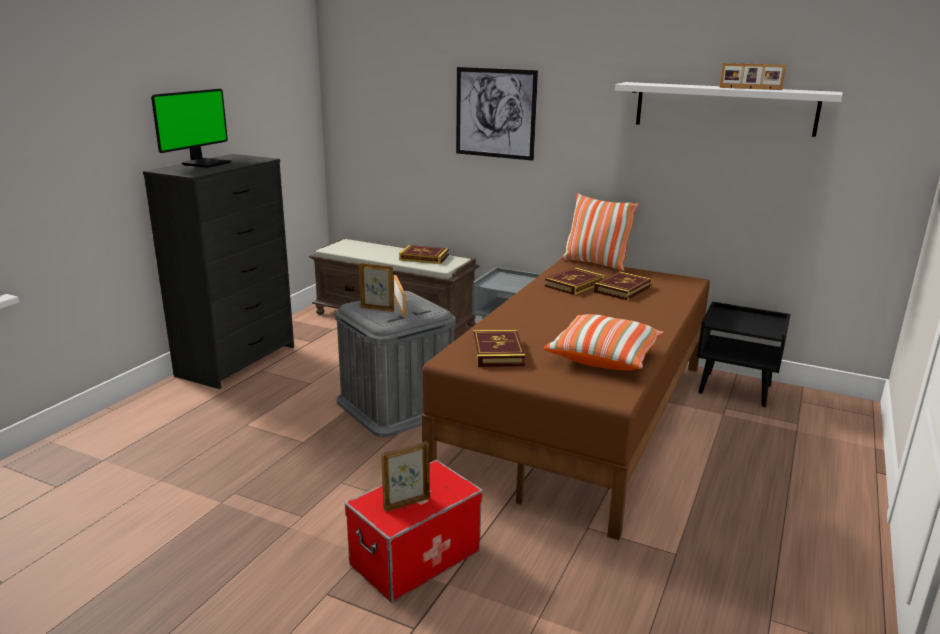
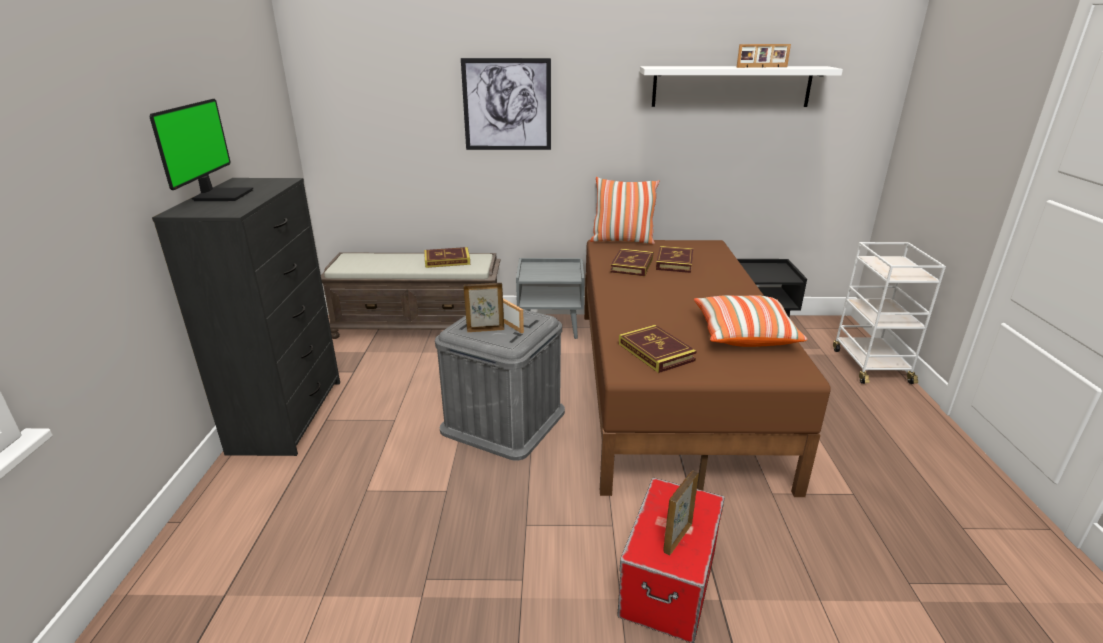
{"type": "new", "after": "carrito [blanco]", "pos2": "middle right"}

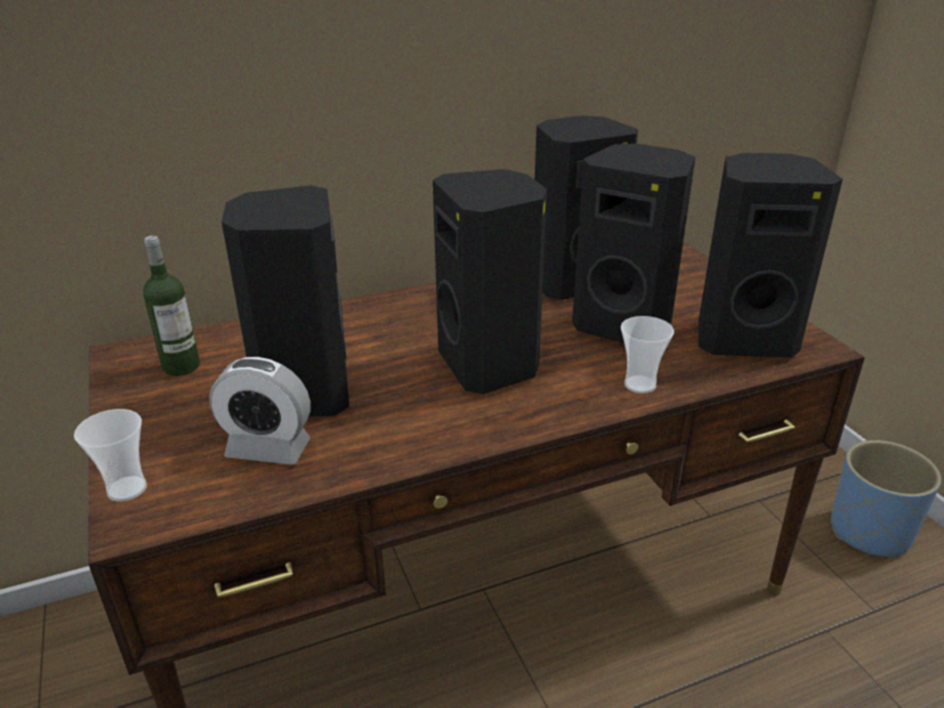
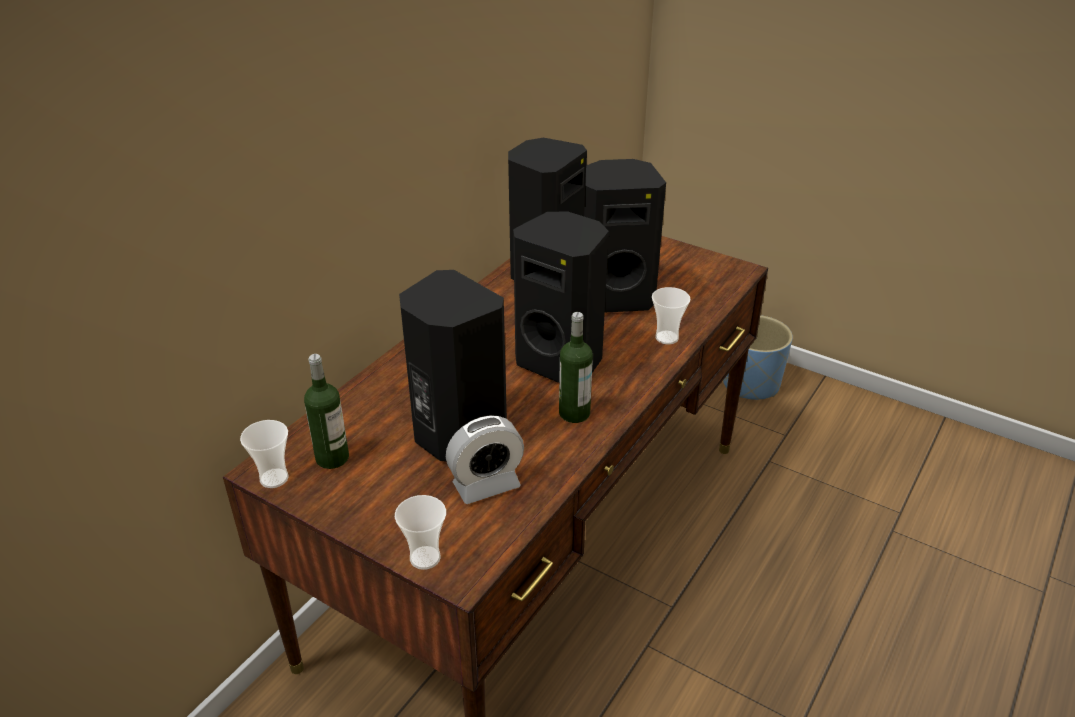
{"type": "gone", "before": "altavoz [negro] (no. 5 from left)", "pos1": "middle right"}
{"type": "new", "after": "taza (no. 1 from left)", "pos2": "middle left"}
{"type": "new", "after": "botella (no. 2 from left)", "pos2": "centre"}

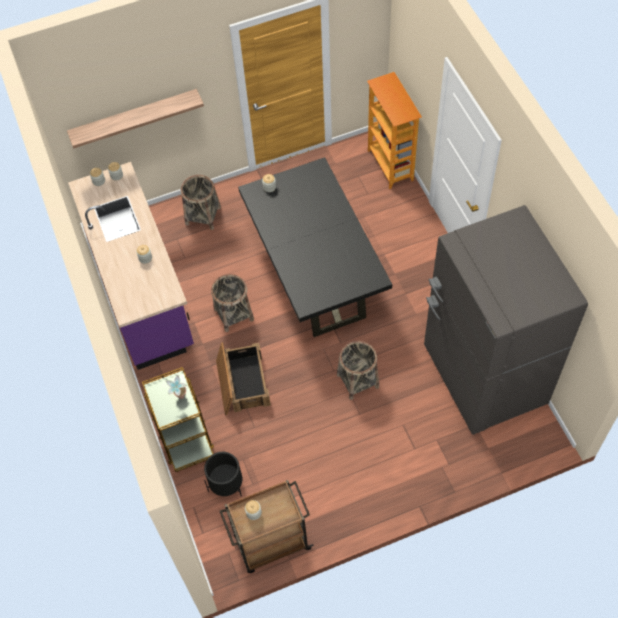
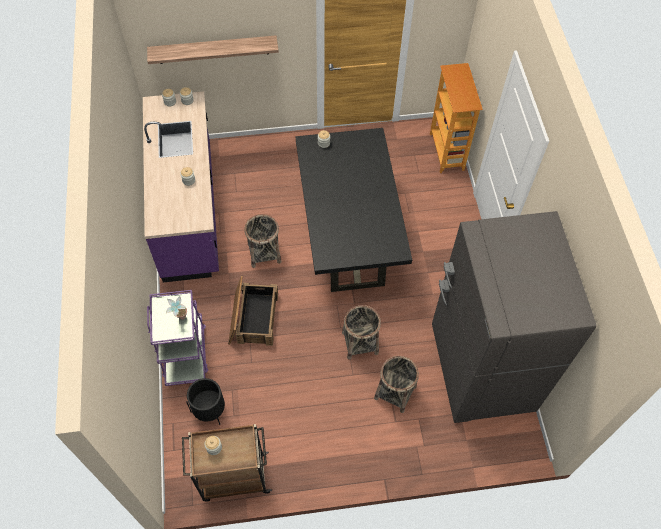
{"type": "repainted", "before": "carrito [marrón] (no. 1 from left)", "after": "carrito [morado]", "pos1": "bottom left", "pos2": "middle left"}
{"type": "shifted", "before": "cesta (no. 1 from left in the first image)", "after": "cesta (no. 3 from left)", "pos1": "top left", "pos2": "bottom centre"}

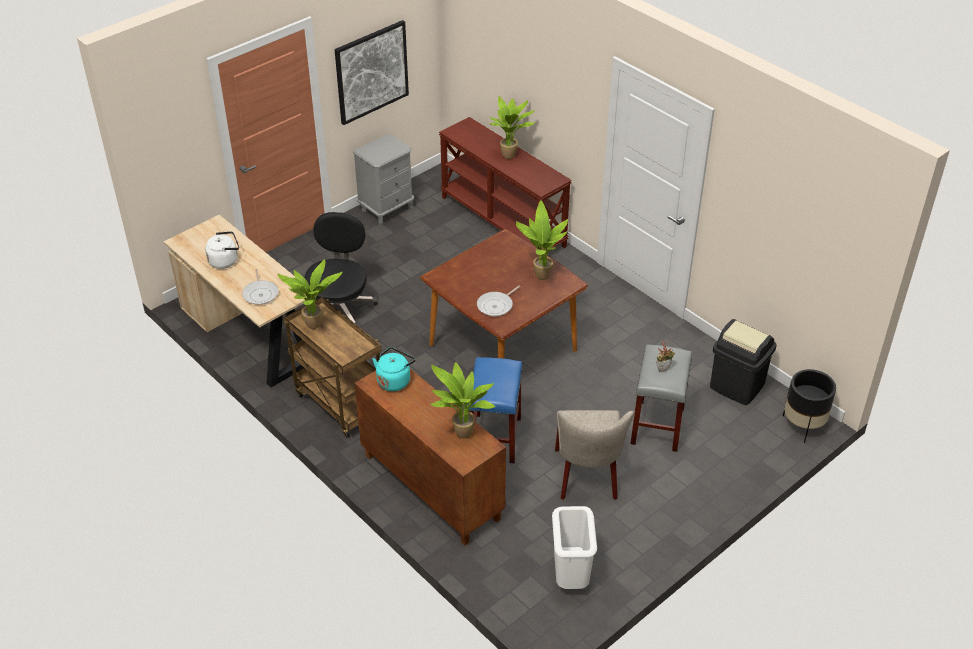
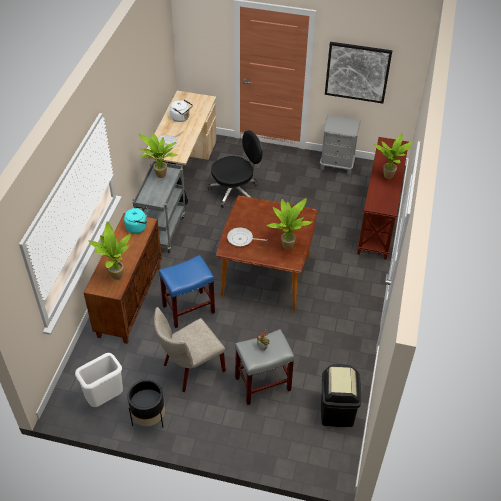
{"type": "repainted", "before": "carrito [marrón]", "after": "carrito [gris]", "pos1": "centre", "pos2": "middle left"}
{"type": "shifted", "before": "maceta [negro]", "pos1": "middle right", "pos2": "bottom left"}

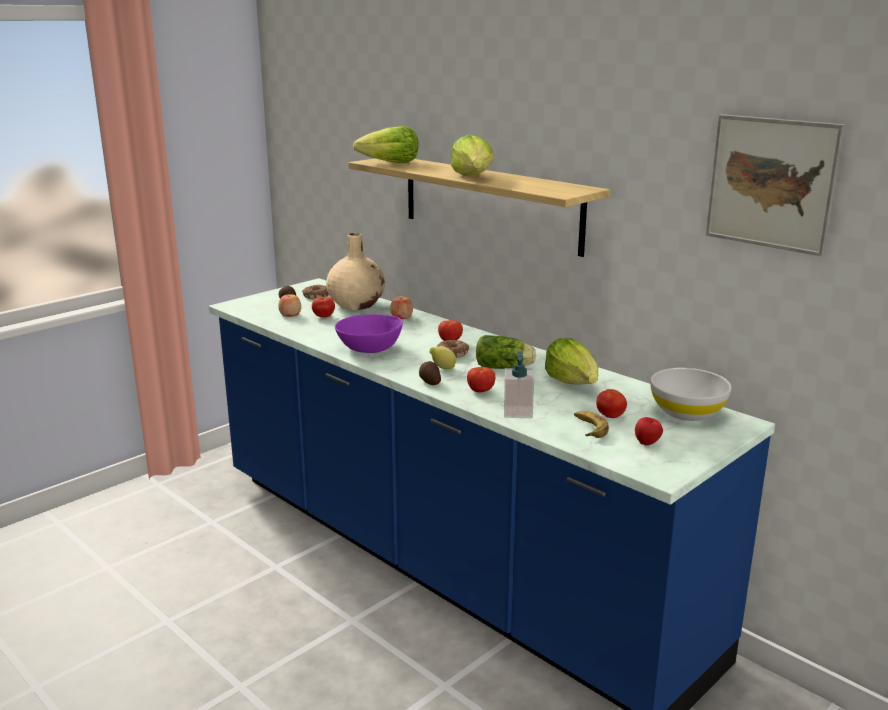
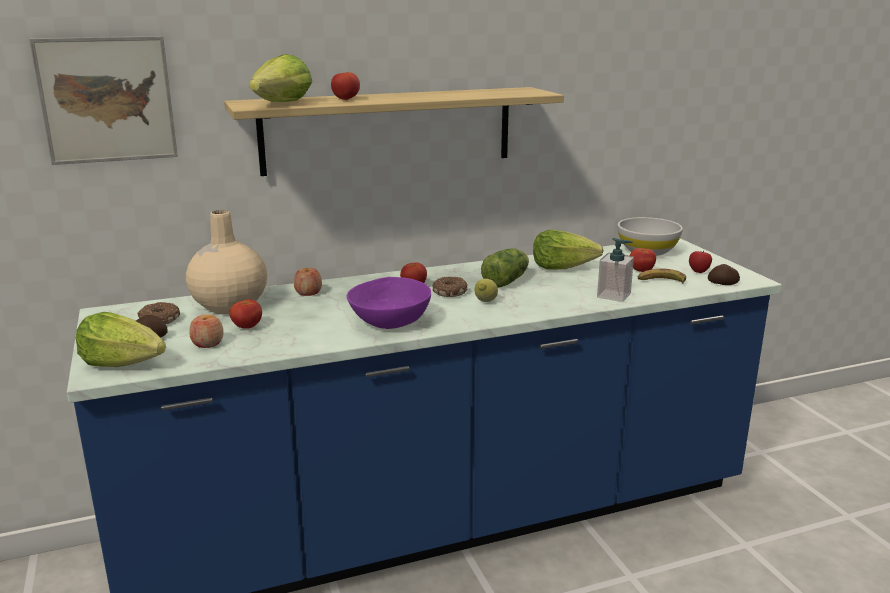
{"type": "shifted", "before": "patata (no. 2 from left)", "pos1": "centre", "pos2": "middle right"}
{"type": "shifted", "before": "lechuga (no. 2 from left in the first image)", "after": "lechuga (no. 1 from left)", "pos1": "top centre", "pos2": "middle left"}
{"type": "shifted", "before": "tomate (no. 3 from left in the first image)", "after": "tomate (no. 2 from left)", "pos1": "centre", "pos2": "top centre"}
{"type": "shifted", "before": "cuadro", "pos1": "top right", "pos2": "top left"}

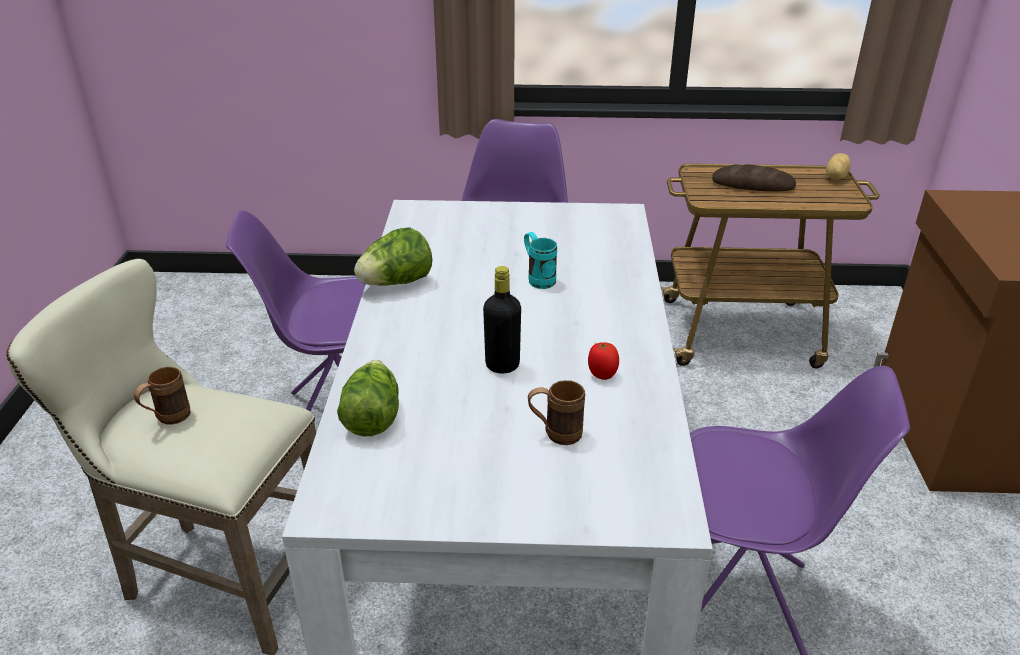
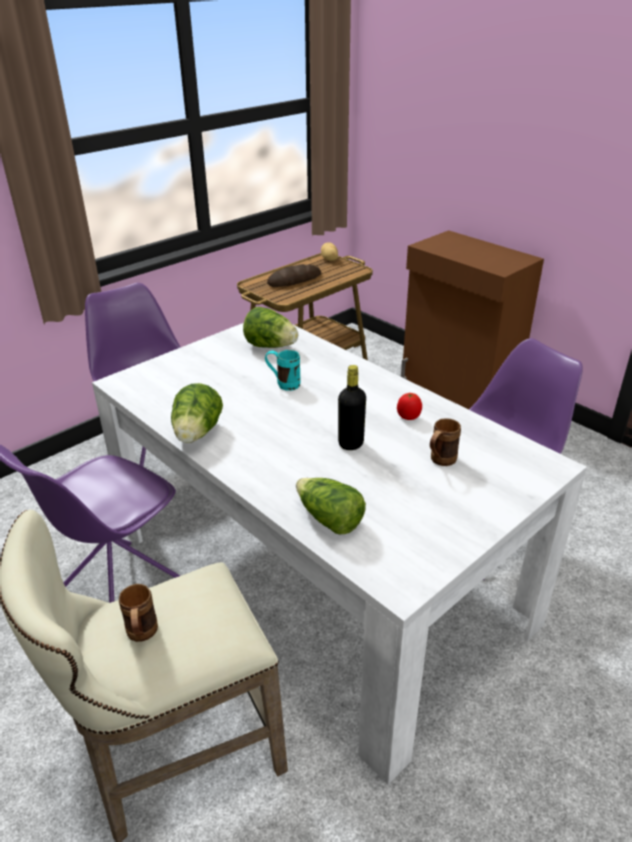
{"type": "new", "after": "lechuga (no. 2 from left)", "pos2": "centre"}

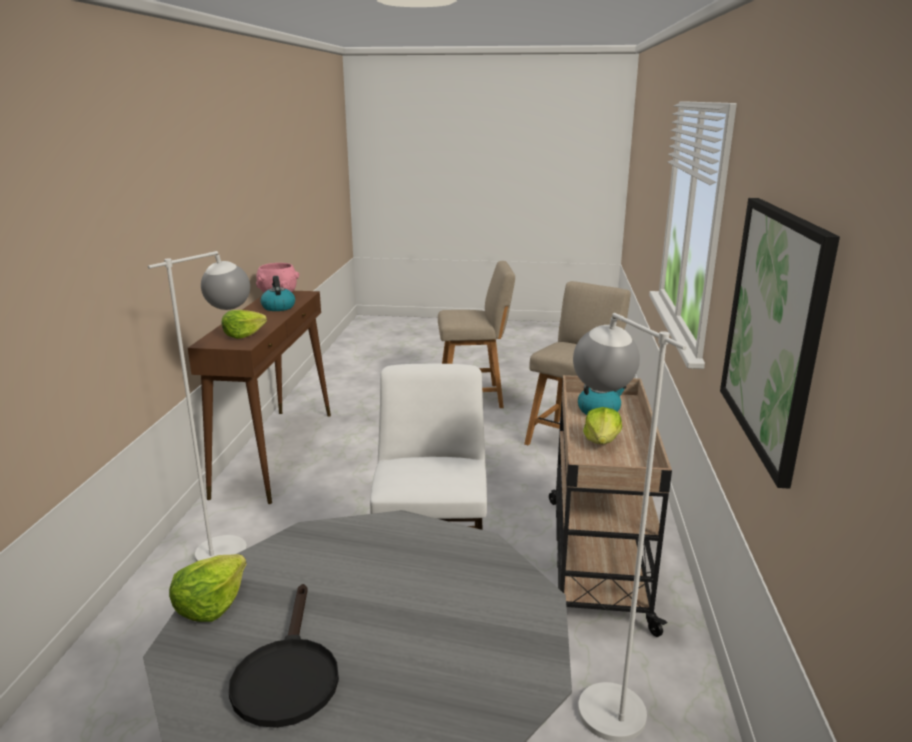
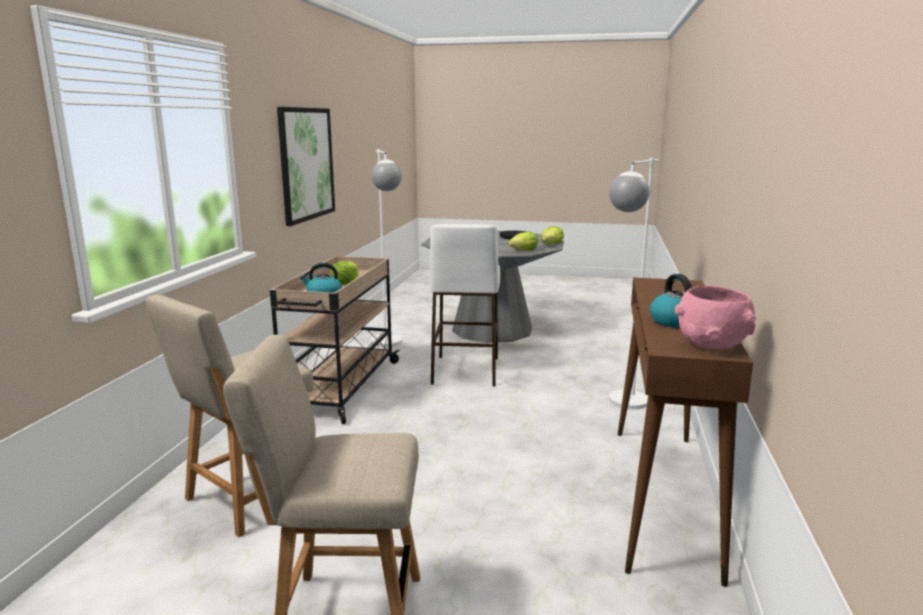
{"type": "shifted", "before": "lechuga (no. 2 from left)", "pos1": "middle left", "pos2": "centre"}

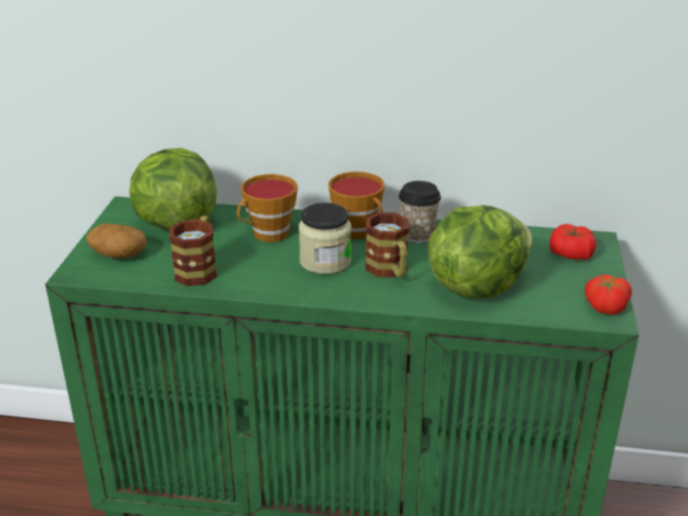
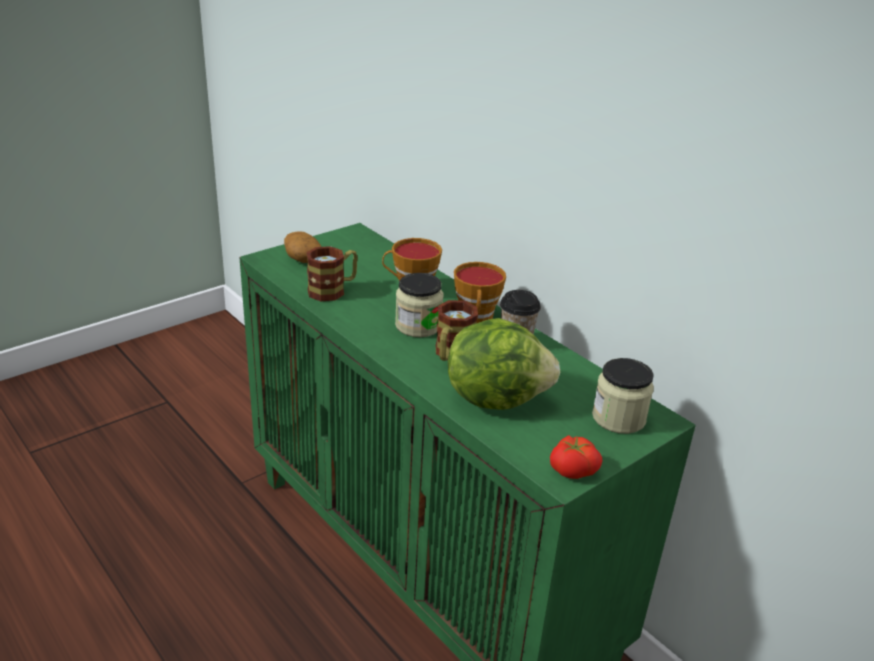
{"type": "gone", "before": "lechuga (no. 1 from left)", "pos1": "middle left"}
{"type": "swapped", "before": "tomate (no. 1 from left)", "after": "tarro (no. 2 from left)", "pos1": "middle right", "pos2": "middle right"}

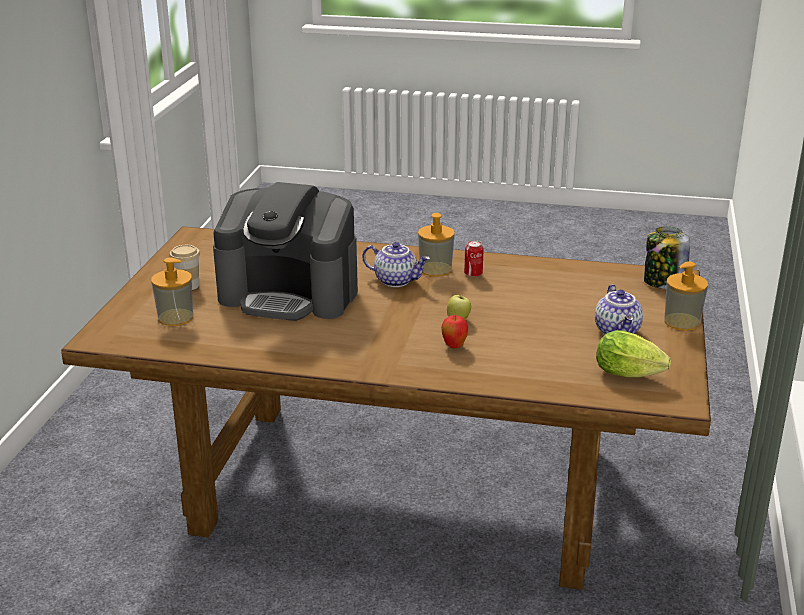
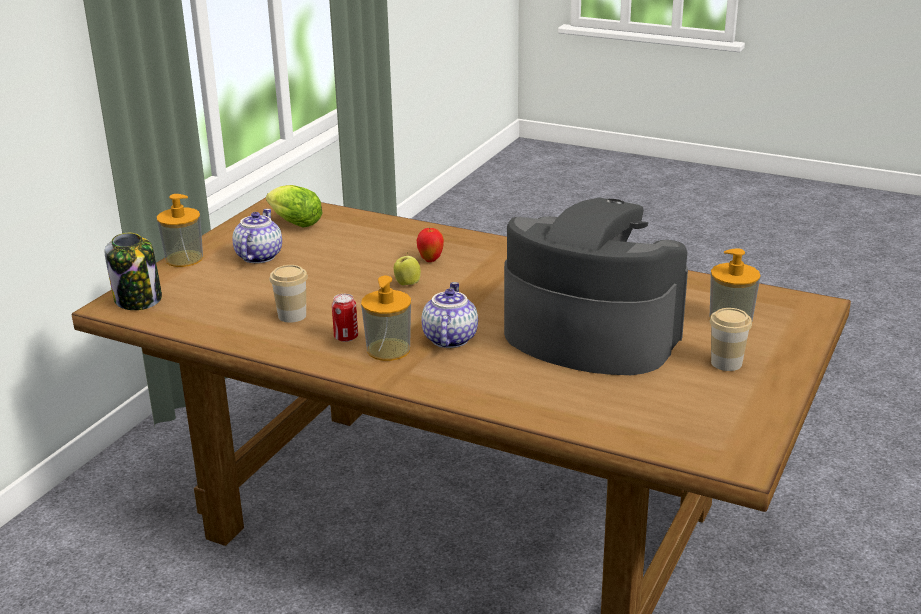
{"type": "rotated", "before": "tetera (no. 1 from left in the first image)", "pos1": "centre", "pos2": "centre", "turn": 60}
{"type": "new", "after": "taza (no. 1 from left)", "pos2": "middle left"}

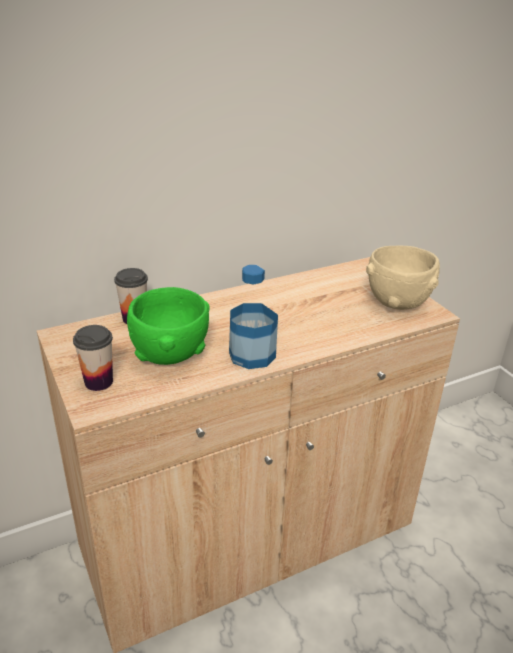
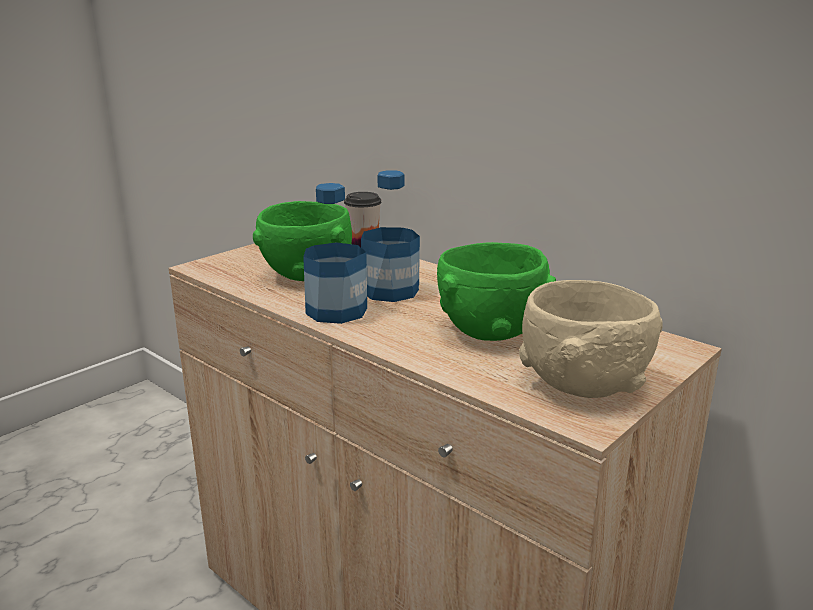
{"type": "gone", "before": "taza (no. 1 from left)", "pos1": "middle left"}
{"type": "new", "after": "botella (no. 2 from left)", "pos2": "centre"}
{"type": "new", "after": "cuenco [verde] (no. 2 from left)", "pos2": "centre"}

